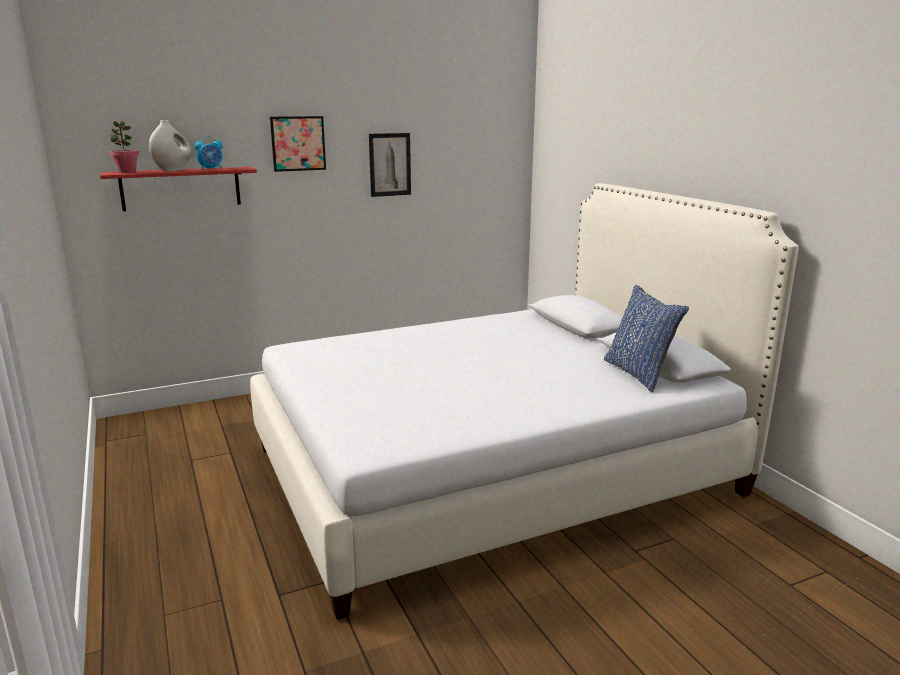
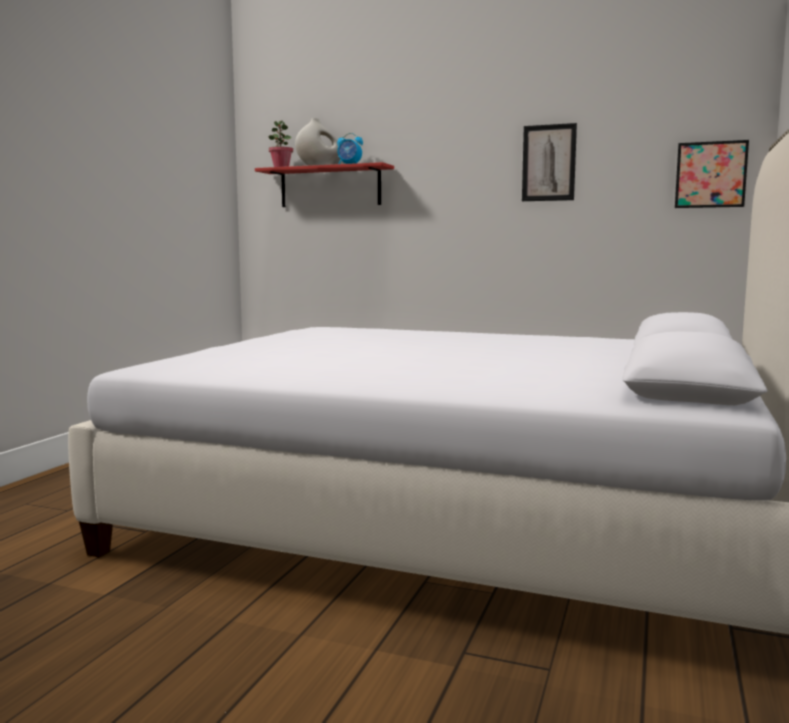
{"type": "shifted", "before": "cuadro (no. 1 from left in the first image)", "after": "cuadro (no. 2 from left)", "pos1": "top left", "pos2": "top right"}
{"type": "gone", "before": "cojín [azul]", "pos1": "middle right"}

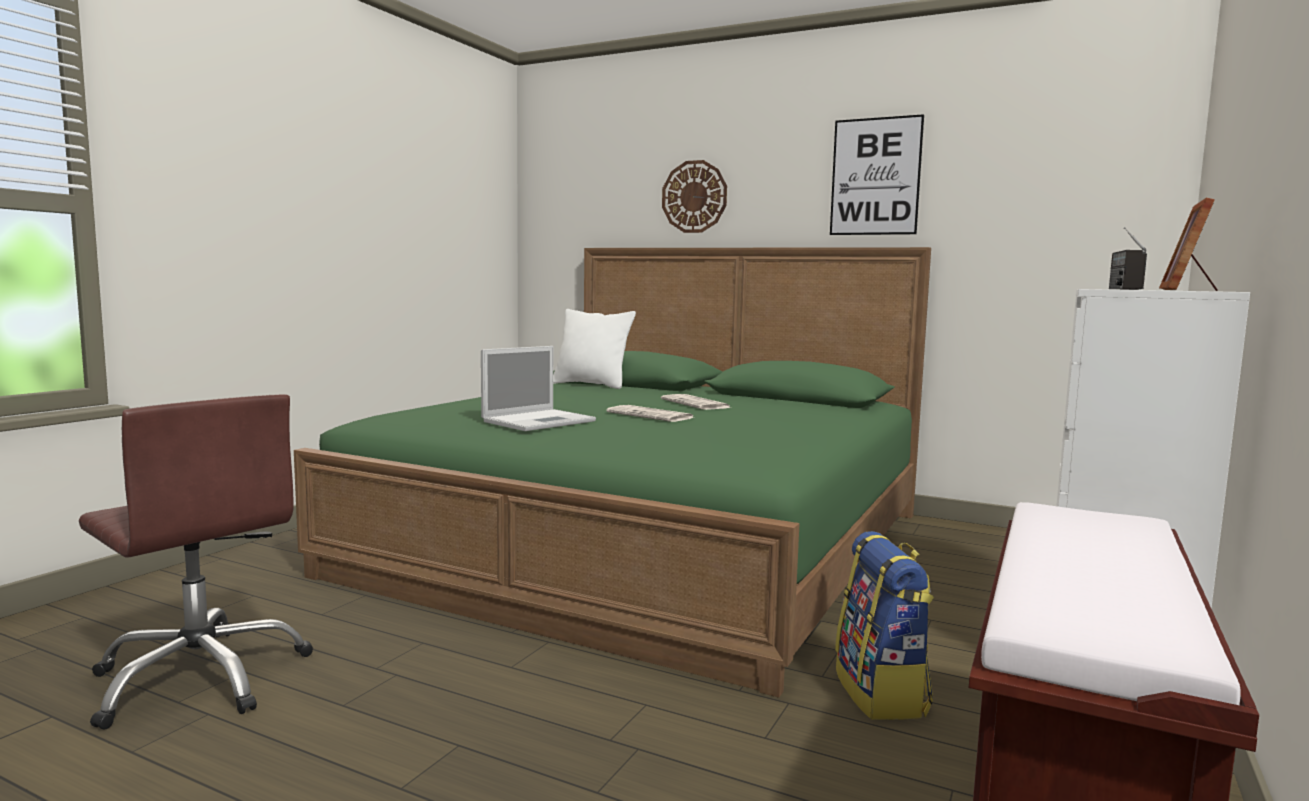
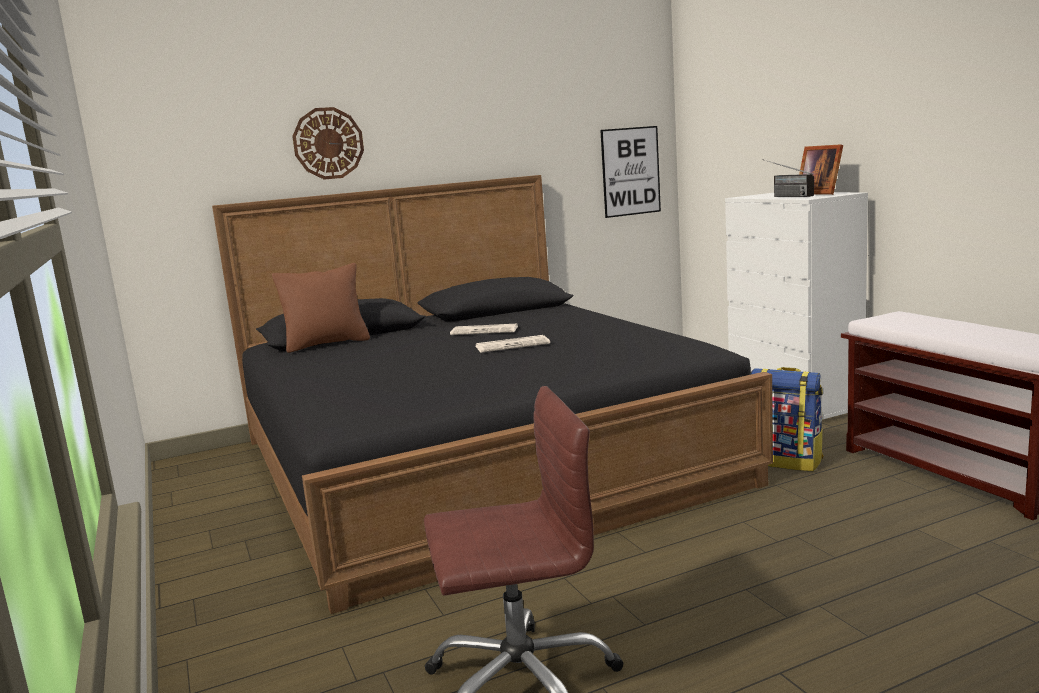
{"type": "repainted", "before": "cama [verde]", "after": "cama [negro]", "pos1": "centre", "pos2": "centre"}
{"type": "gone", "before": "portátil", "pos1": "centre"}
{"type": "repainted", "before": "cojín [blanco]", "after": "cojín [marrón]", "pos1": "centre", "pos2": "middle left"}
{"type": "shifted", "before": "cuadro", "pos1": "top right", "pos2": "top centre"}

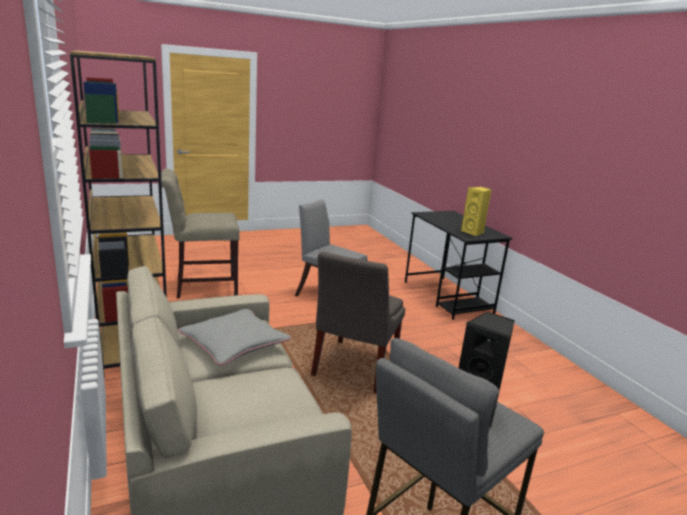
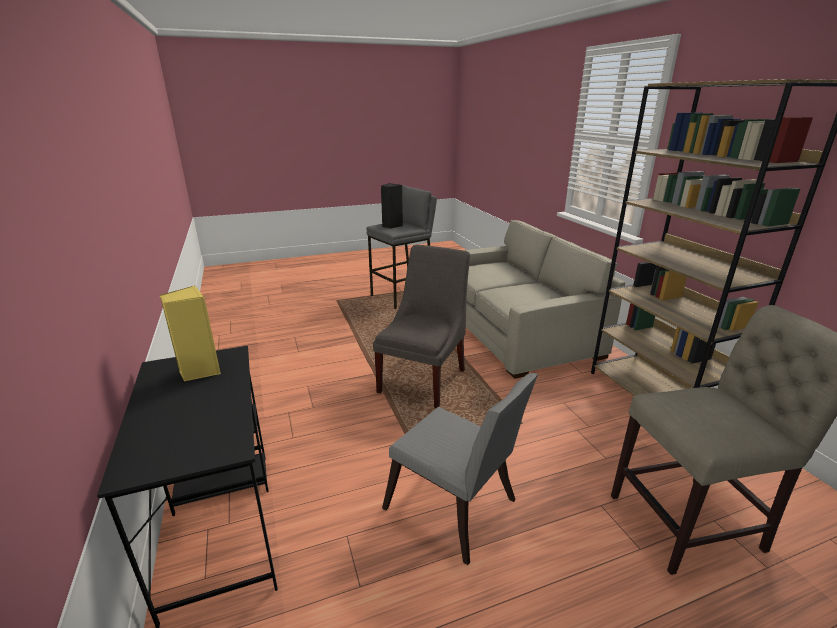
{"type": "gone", "before": "cojín [gris]", "pos1": "centre"}

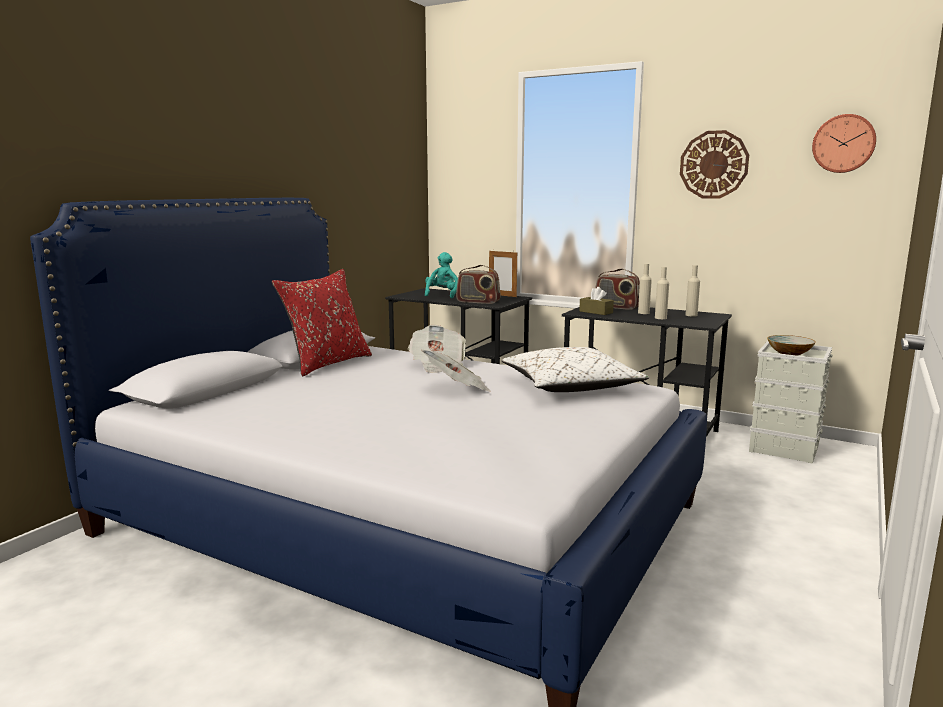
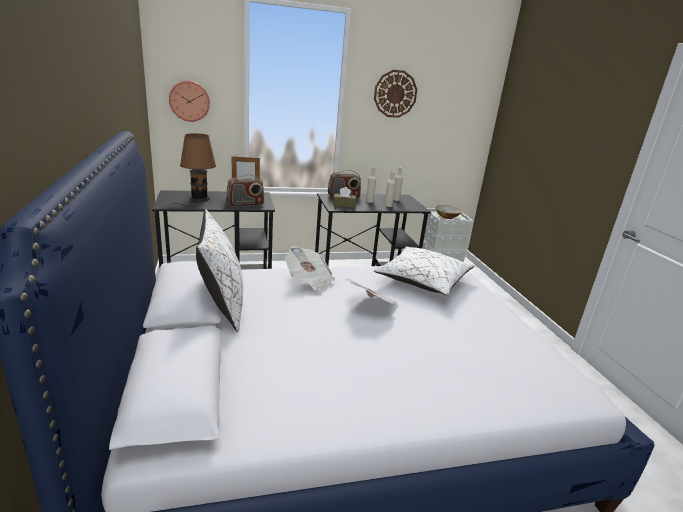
{"type": "repainted", "before": "cojín [rojo]", "after": "cojín [blanco] (no. 1 from left)", "pos1": "centre", "pos2": "middle left"}
{"type": "swapped", "before": "peluche [turquesa]", "after": "lámpara de mesa [marrón]", "pos1": "centre", "pos2": "top left"}
{"type": "shifted", "before": "reloj de pared (no. 2 from left in the first image)", "after": "reloj de pared (no. 1 from left)", "pos1": "top right", "pos2": "top left"}

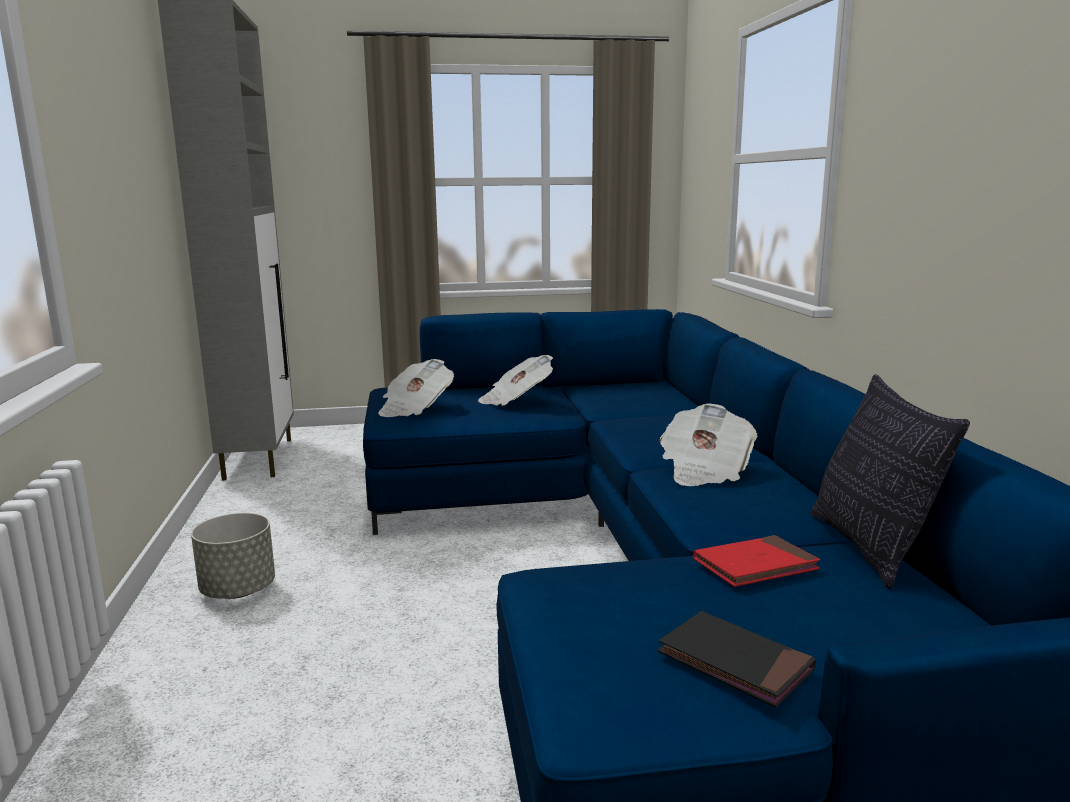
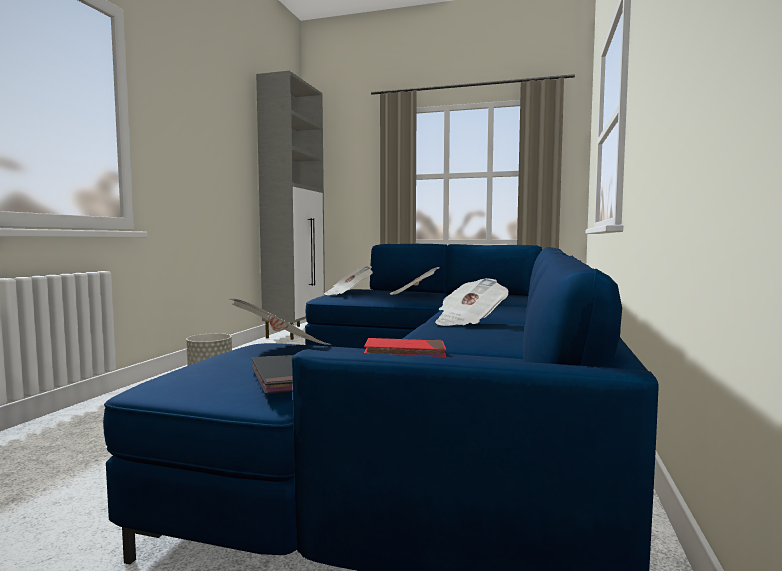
{"type": "gone", "before": "cojín", "pos1": "middle right"}
{"type": "new", "after": "periódico (no. 1 from left)", "pos2": "centre"}

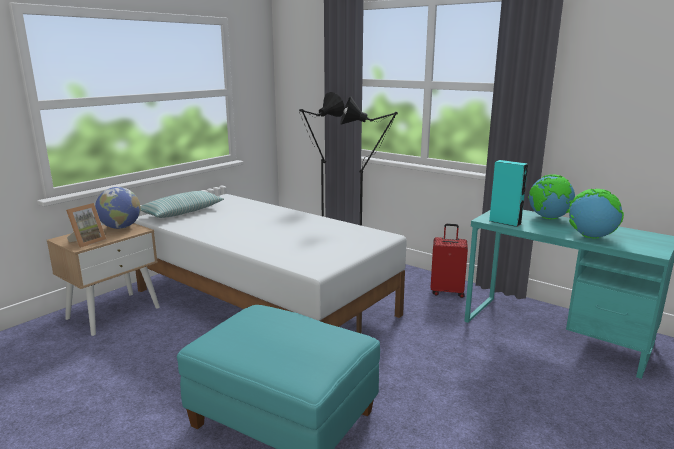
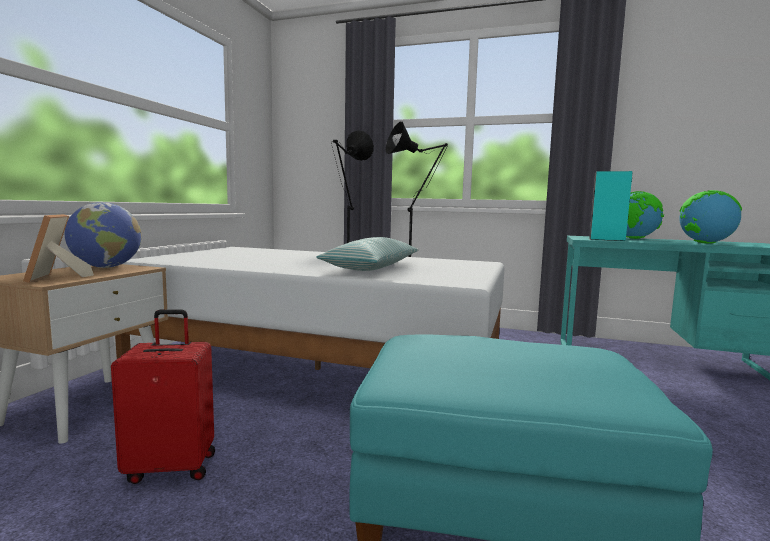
{"type": "rotated", "before": "portarretratos", "pos1": "middle left", "pos2": "middle left", "turn": 150}
{"type": "shifted", "before": "cojín", "pos1": "middle left", "pos2": "centre"}
{"type": "shifted", "before": "maleta [rojo]", "pos1": "centre", "pos2": "bottom left"}

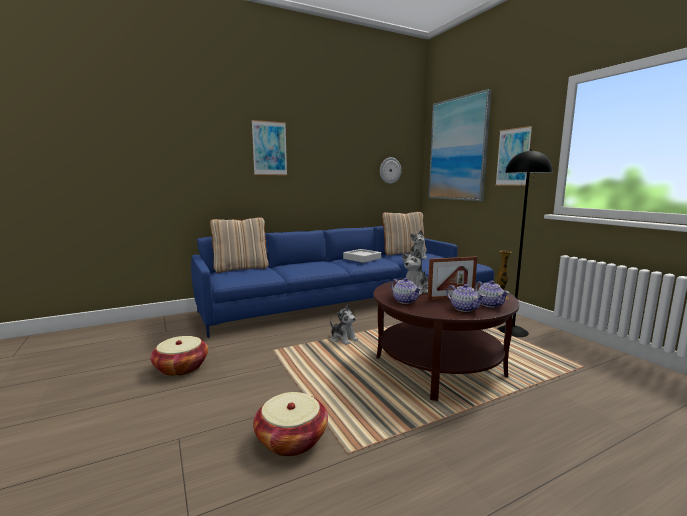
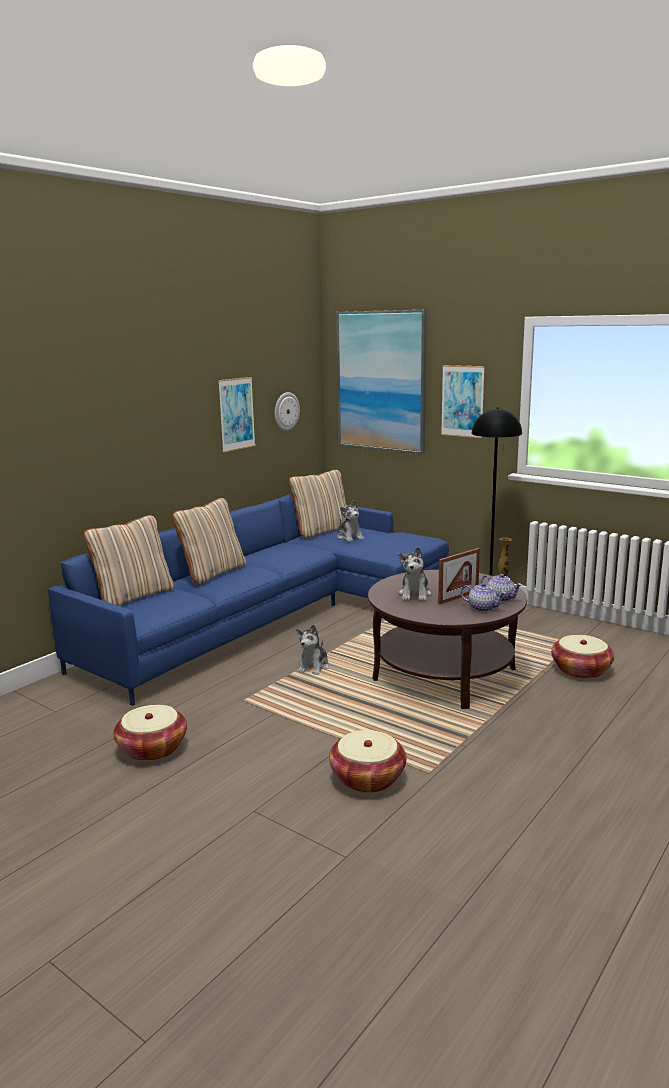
{"type": "shifted", "before": "cuadro (no. 1 from left)", "pos1": "top centre", "pos2": "centre"}
{"type": "rotated", "before": "peluche (no. 1 from left)", "pos1": "centre", "pos2": "centre", "turn": 90}
{"type": "gone", "before": "bandeja [gris]", "pos1": "centre"}
{"type": "gone", "before": "tetera (no. 1 from left)", "pos1": "centre"}
{"type": "new", "after": "cojín [beis] (no. 2 from left)", "pos2": "middle left"}
{"type": "new", "after": "cesta (no. 3 from left)", "pos2": "middle right"}

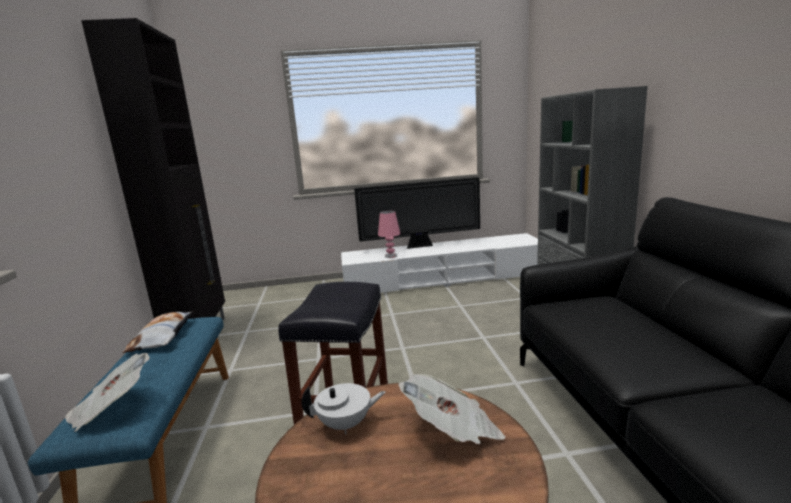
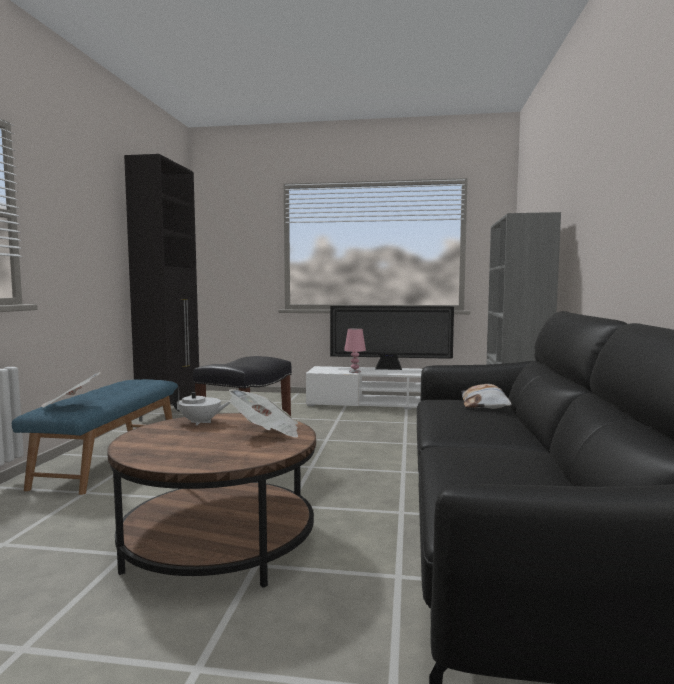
{"type": "shifted", "before": "cojín", "pos1": "middle left", "pos2": "middle right"}

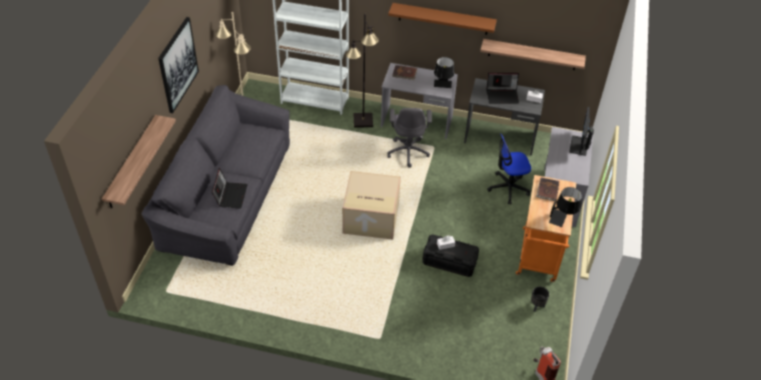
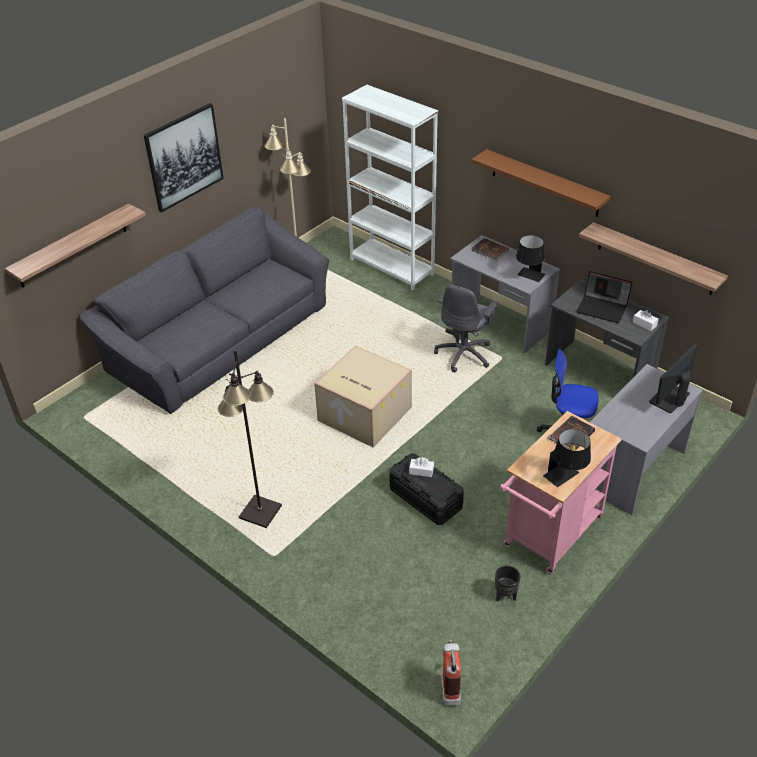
{"type": "gone", "before": "portátil (no. 1 from left)", "pos1": "middle left"}
{"type": "shifted", "before": "lámpara de pie [negro]", "pos1": "top centre", "pos2": "middle left"}
{"type": "repainted", "before": "carrito [naranja]", "after": "carrito [rosa]", "pos1": "middle right", "pos2": "middle right"}

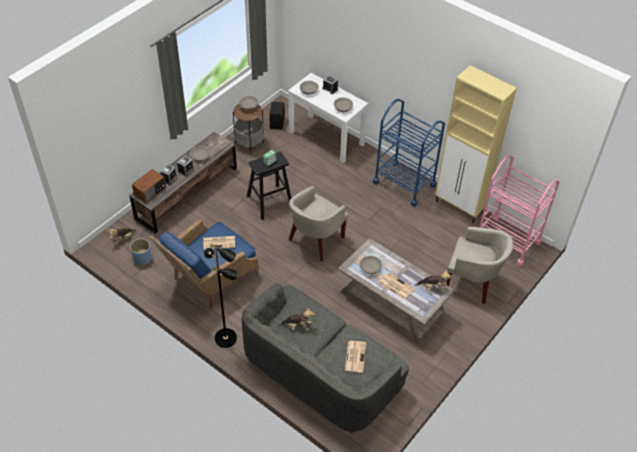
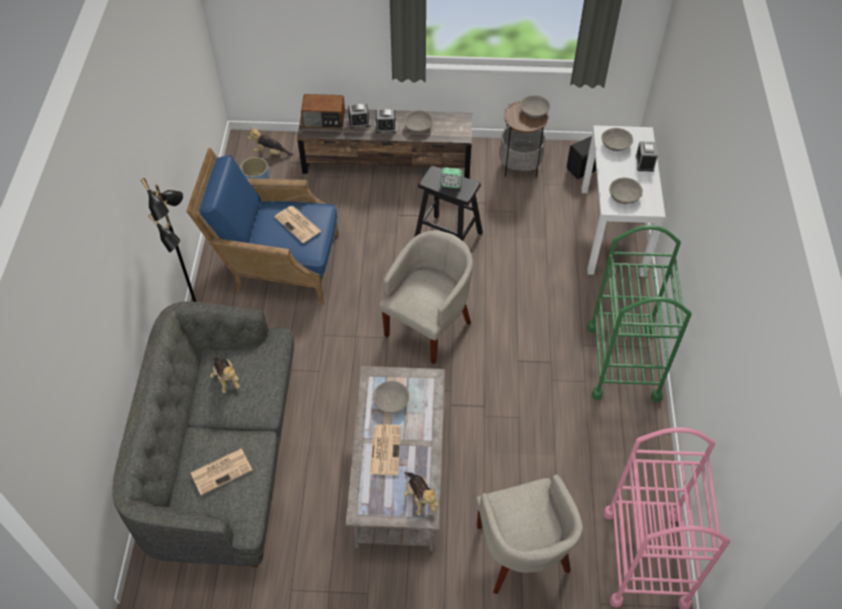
{"type": "rotated", "before": "sillón [beis] (no. 1 from left)", "pos1": "centre", "pos2": "centre", "turn": 120}
{"type": "repainted", "before": "carrito [azul]", "after": "carrito [verde]", "pos1": "centre", "pos2": "middle right"}
{"type": "gone", "before": "armario [beis]", "pos1": "top right"}

